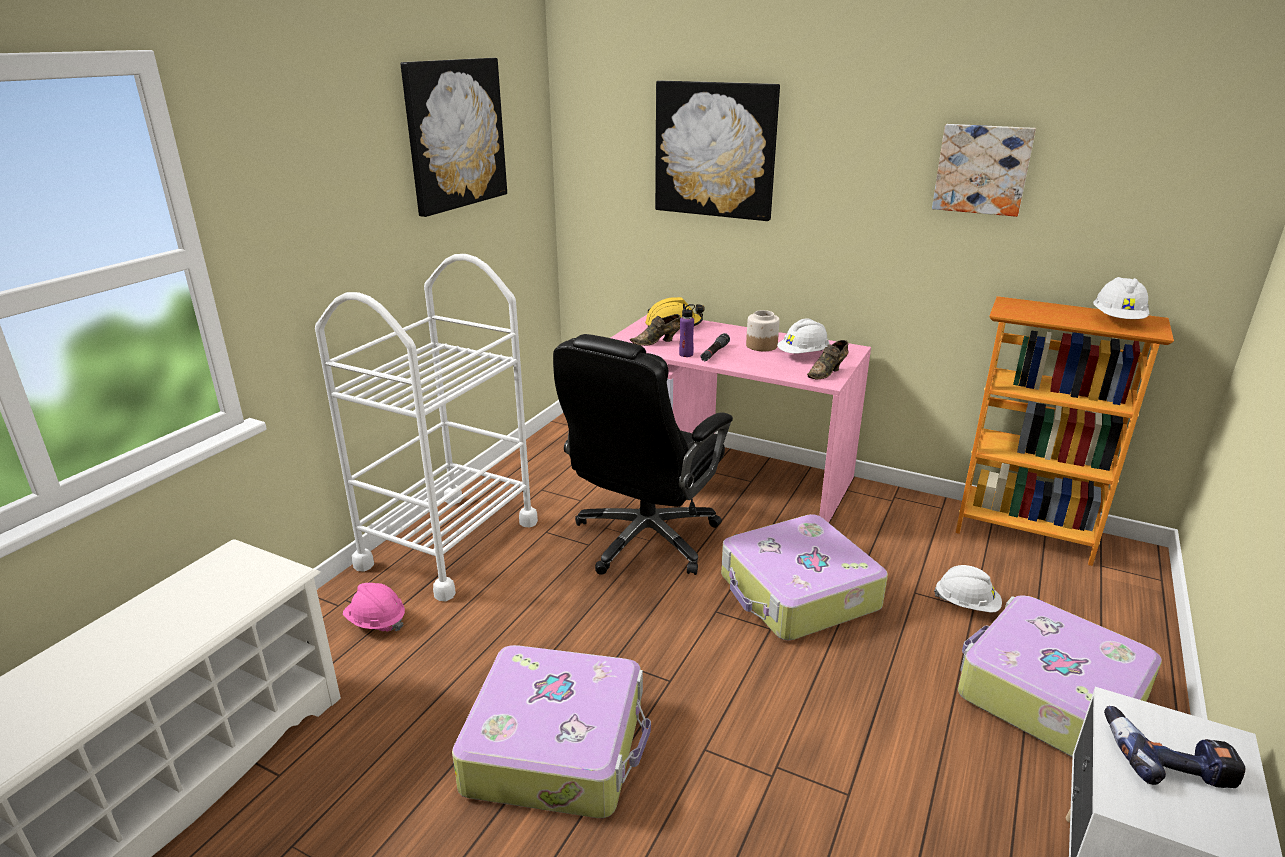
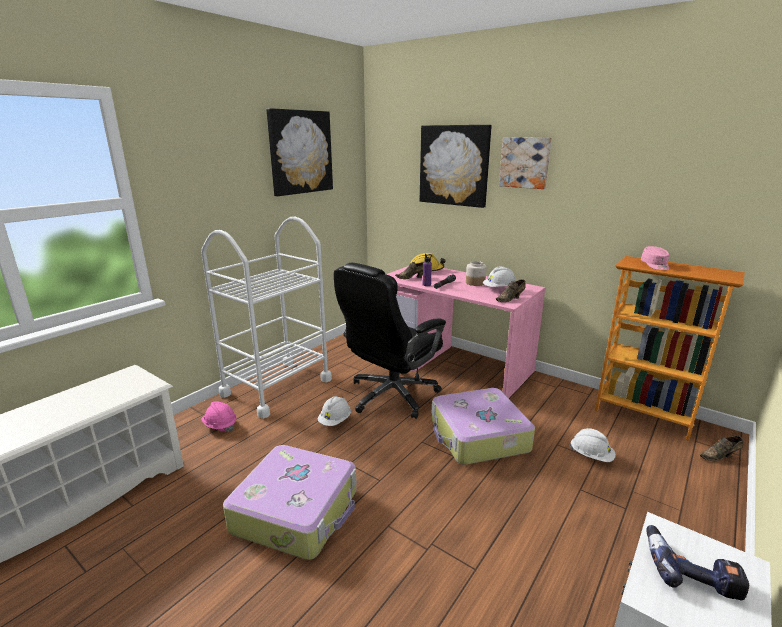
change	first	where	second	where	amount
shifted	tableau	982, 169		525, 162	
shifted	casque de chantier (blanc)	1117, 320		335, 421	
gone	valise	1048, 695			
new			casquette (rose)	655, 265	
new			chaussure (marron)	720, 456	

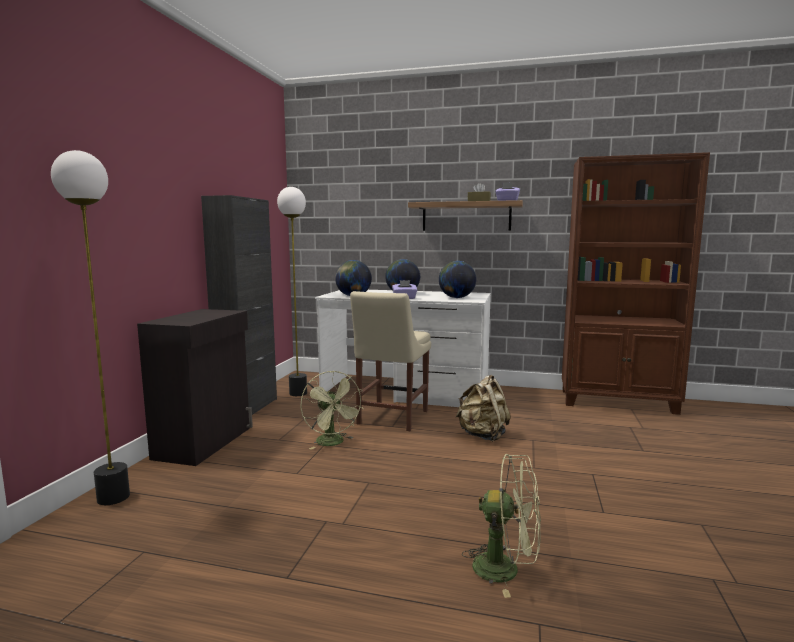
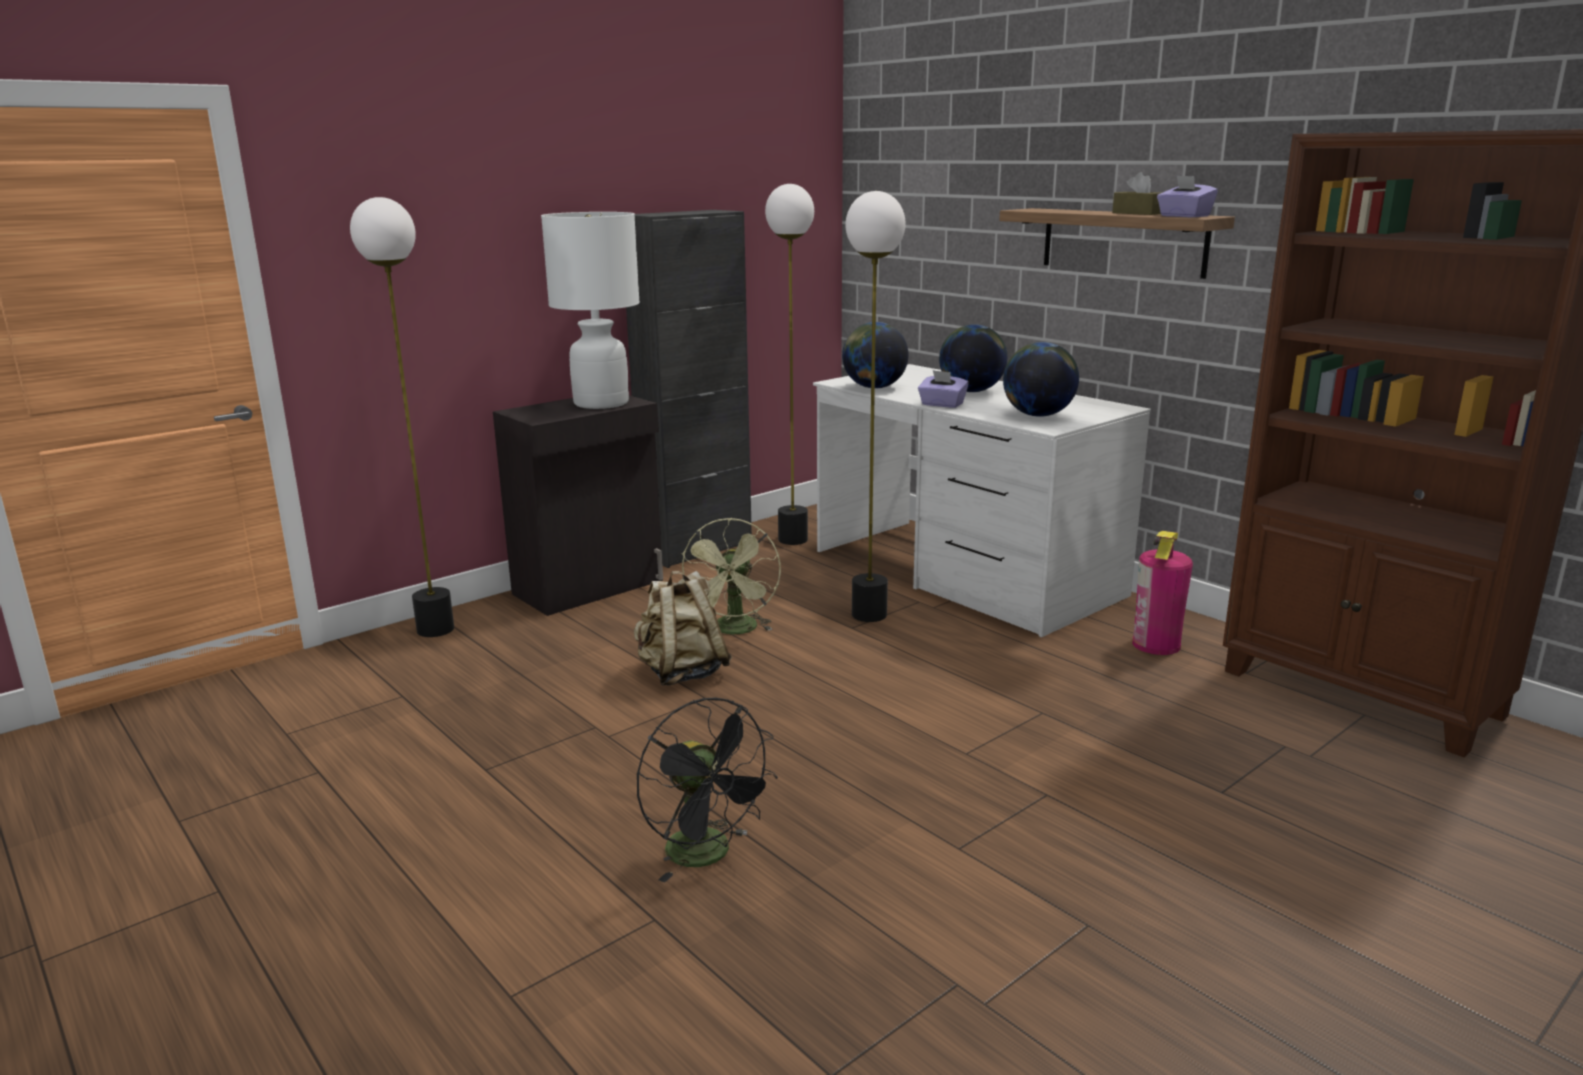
change	first	where	second	where	amount
swapped	chaise (beige)	391, 418	lampadaire	868, 614	
shifted	sac à dos (beige)	483, 435		682, 673	
repainted	ventilateur (vert)	506, 569	ventilateur (noir)	708, 855	
new			lampe de table (blanc)	600, 403	
new			extincteur	1156, 644	

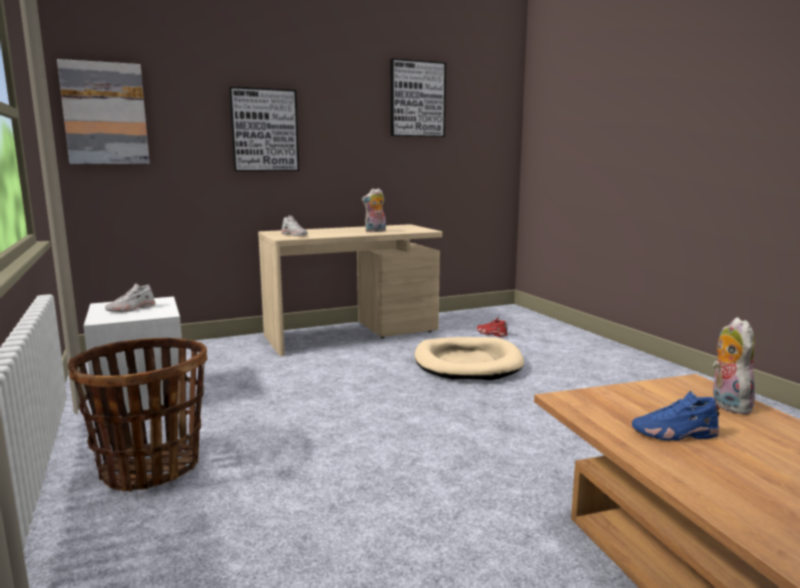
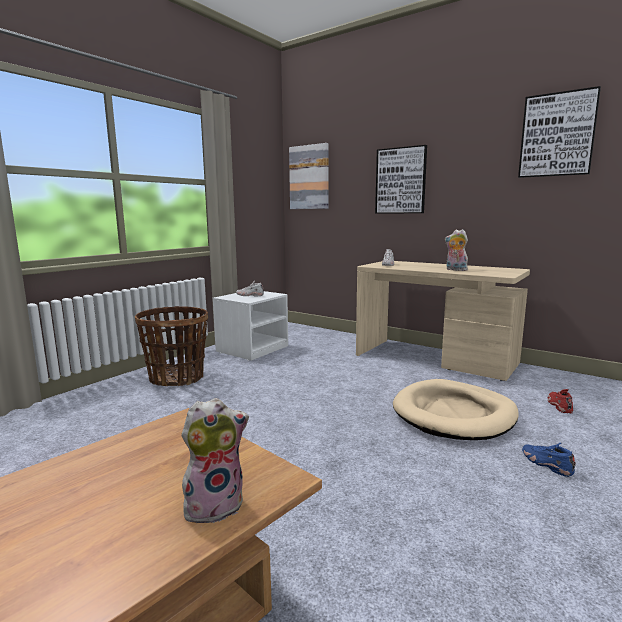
change	first	where	second	where	amount
shifted	chaussure (bleu)	674, 434		546, 464	

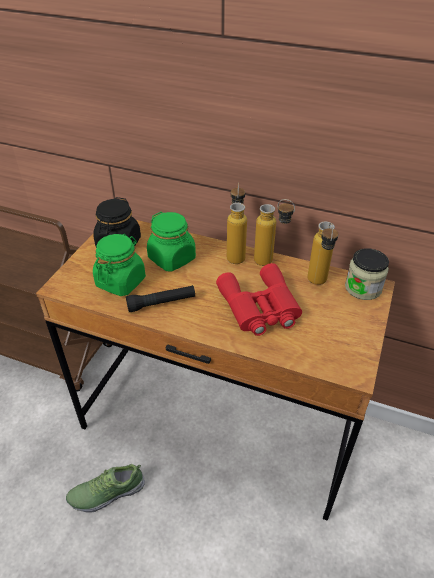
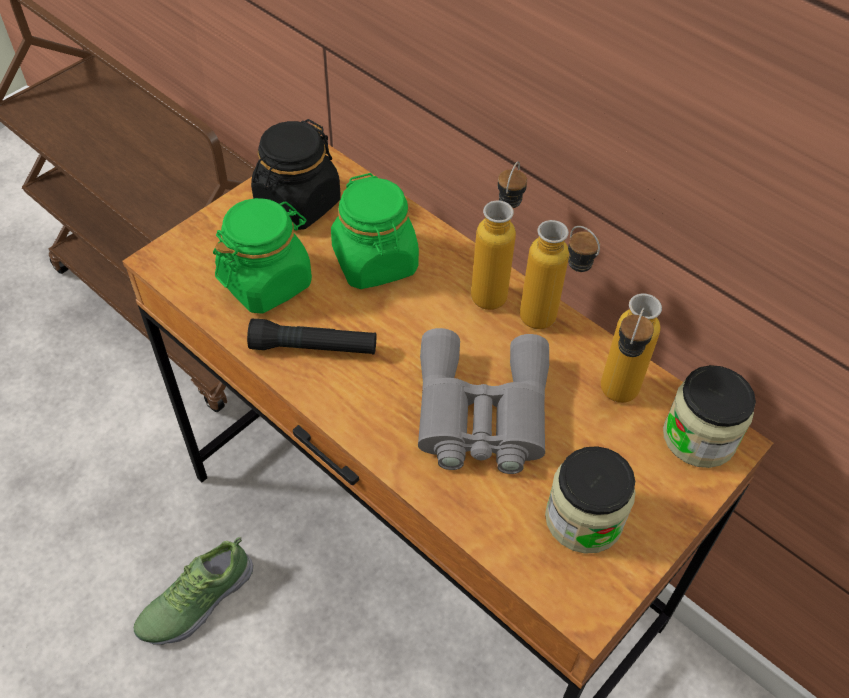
change	first	where	second	where	amount
repainted	jumelles (rouge)	260, 308	jumelles (gris)	480, 414	
rotated	chaussure	107, 492		196, 600	45 degrees counterclockwise
new			bocal	583, 519	

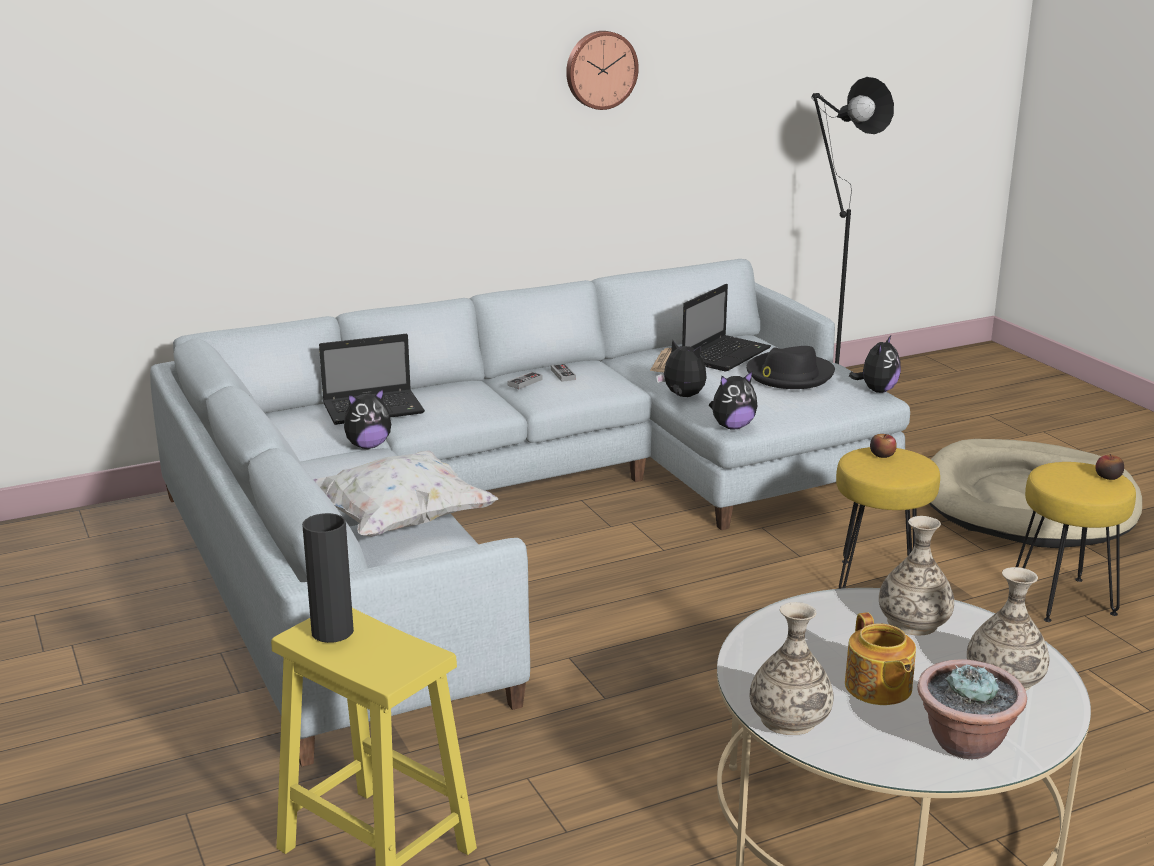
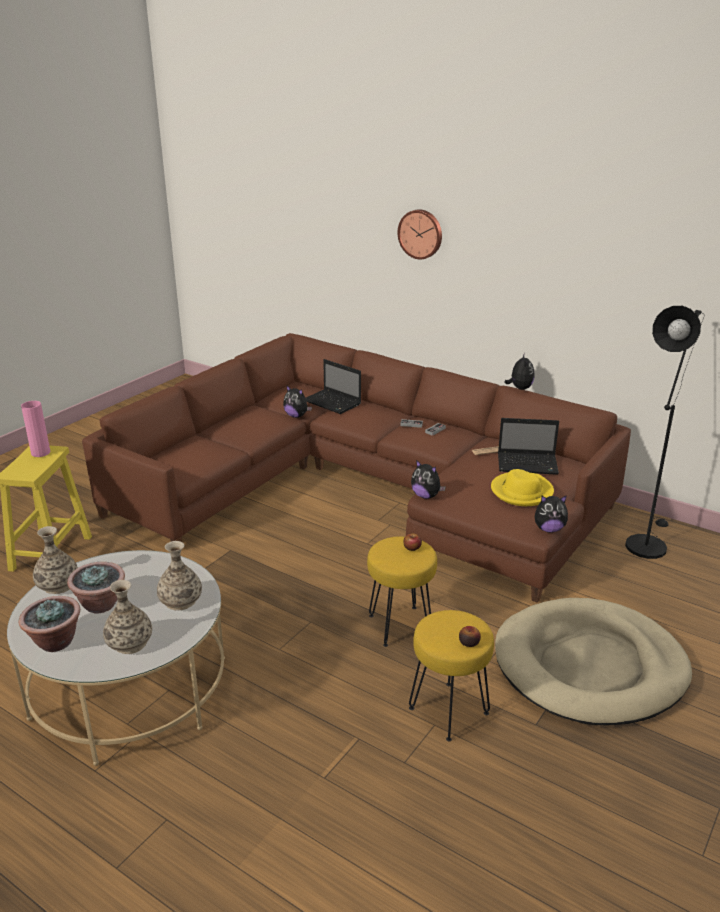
change	first	where	second	where	amount
shifted	horloge murale	600, 69		421, 234	
repainted	canapé (gris)	511, 512	canapé (marron)	364, 488	
shifted	peluche	682, 396		519, 388	
repainted	chapeau (noir)	789, 375	chapeau (jaune)	521, 492	
gone	coussin (blanc)	401, 522			
repainted	vase (noir)	332, 632	vase (rose)	40, 453	
swapped	théière	878, 688	plante en pot	101, 604	

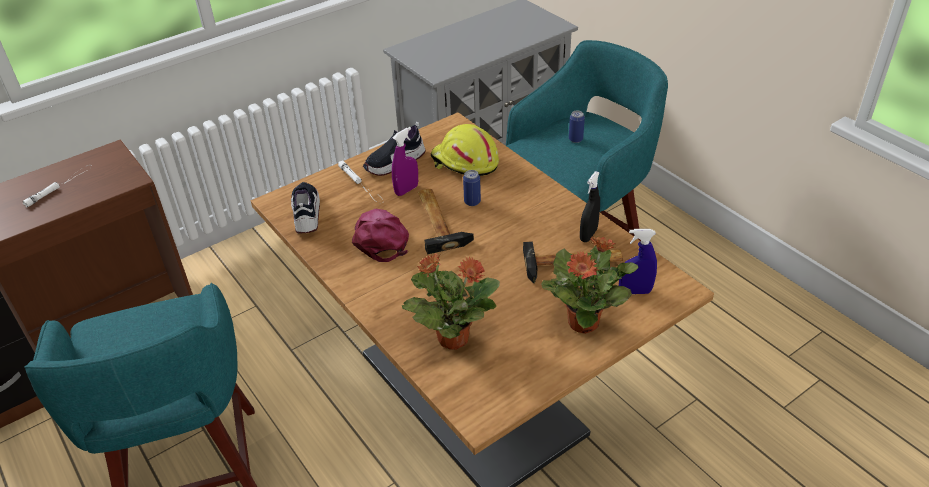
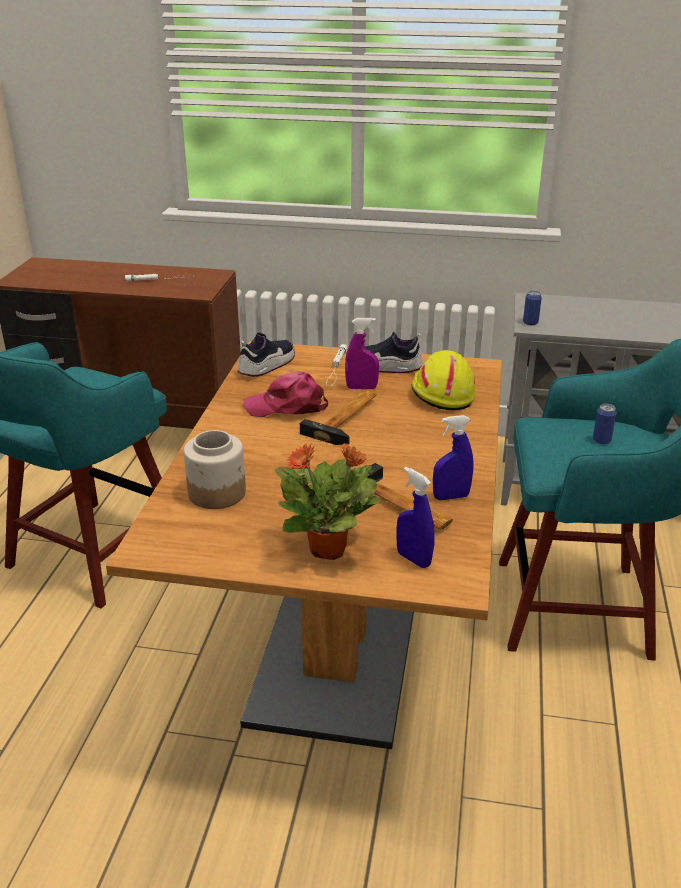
change	first	where	second	where	amount
shifted	boîte métallique	472, 202		530, 323	
repainted	vaporisateur (noir)	588, 235	vaporisateur (bleu)	451, 497	
rotated	casquette (rose)	380, 238		287, 406	120 degrees counterclockwise
swapped	plante en pot	452, 338	bocal	218, 493	

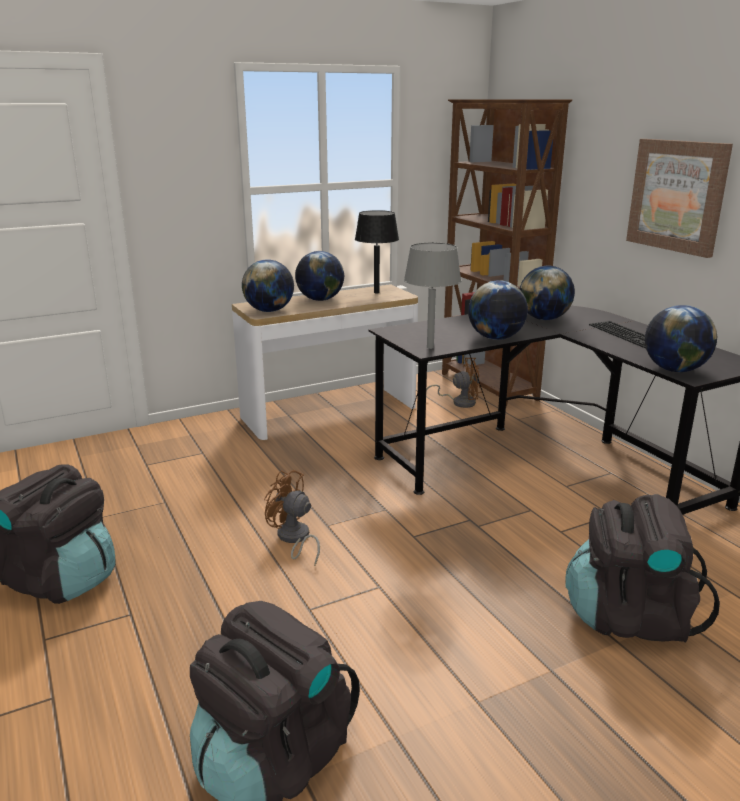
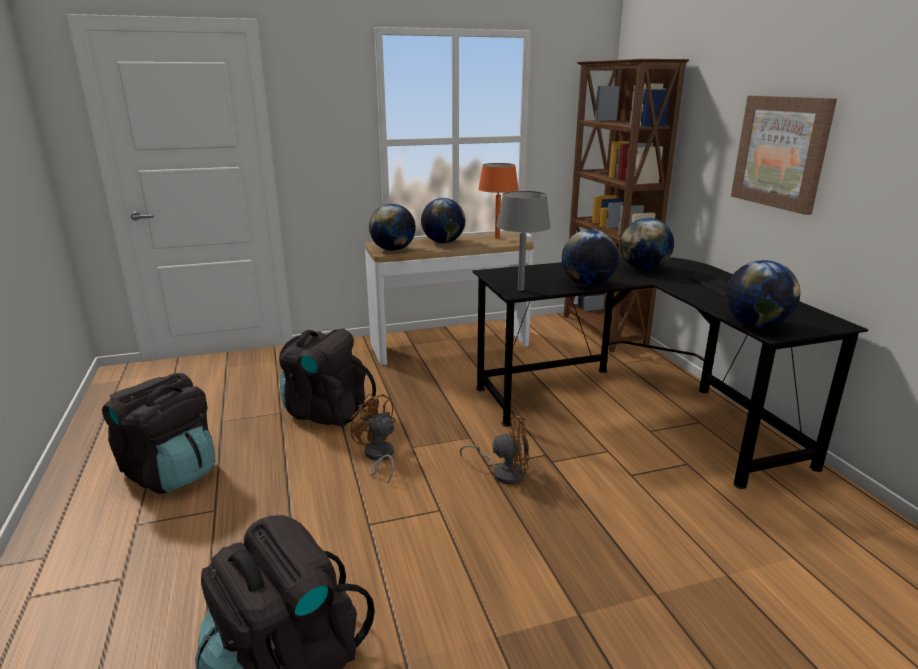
change	first	where	second	where	amount
repainted	lampe de table (noir)	376, 292	lampe de table (orange)	497, 238	
shifted	ventilateur (marron)	459, 402		503, 472	
shifted	sac à dos (noir)	629, 617		325, 412	

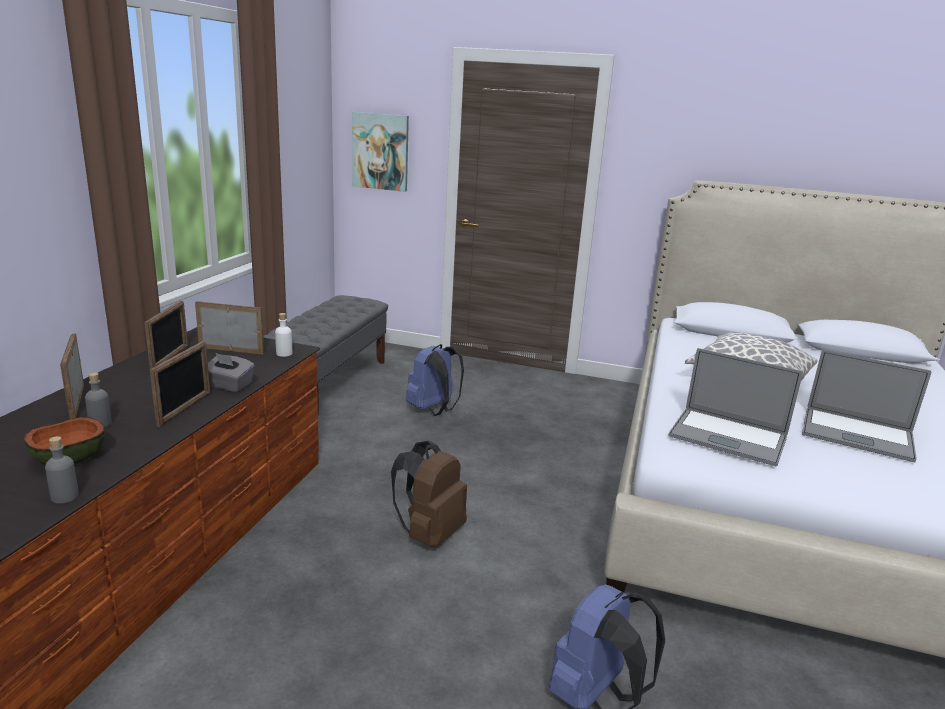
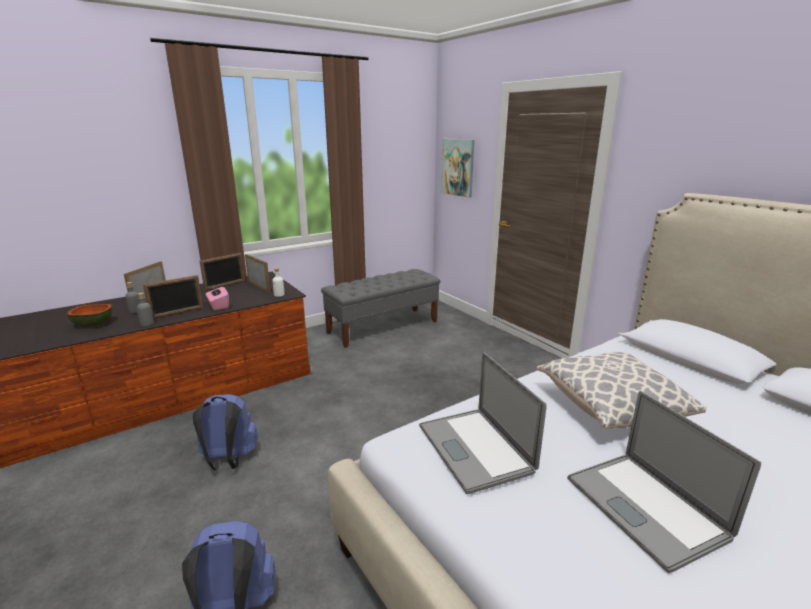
change	first	where	second	where	amount
shifted	sac à dos (bleu)	433, 410		228, 460	
repainted	boîte à mouchoirs (gris)	228, 386	boîte à mouchoirs (rose)	218, 306	
shifted	bouteille (gris)	65, 496		147, 323	
gone	sac à dos (marron)	429, 534			

